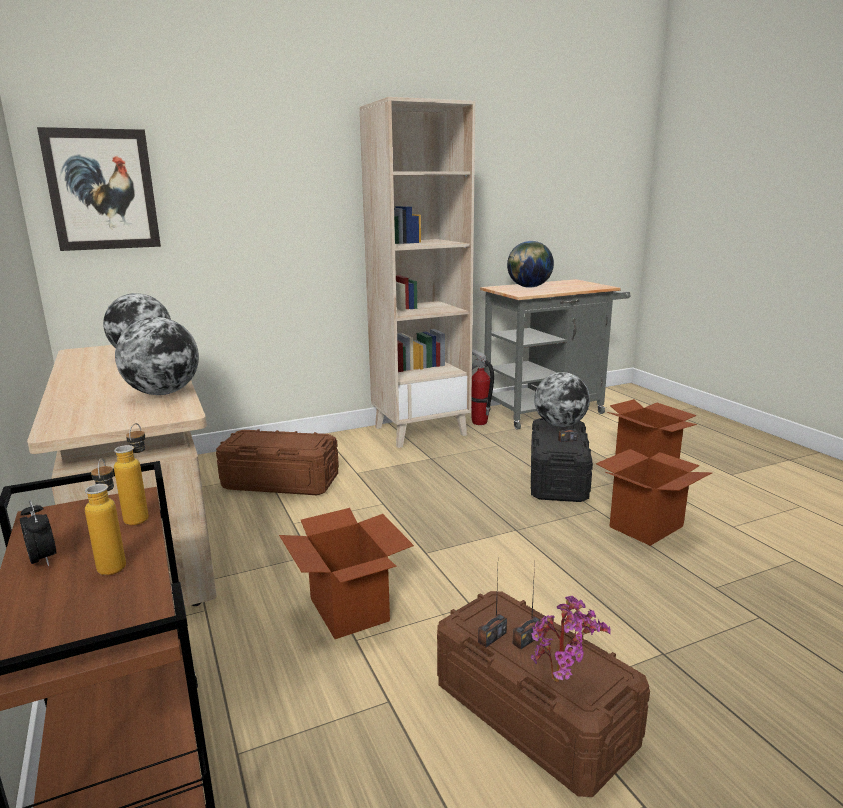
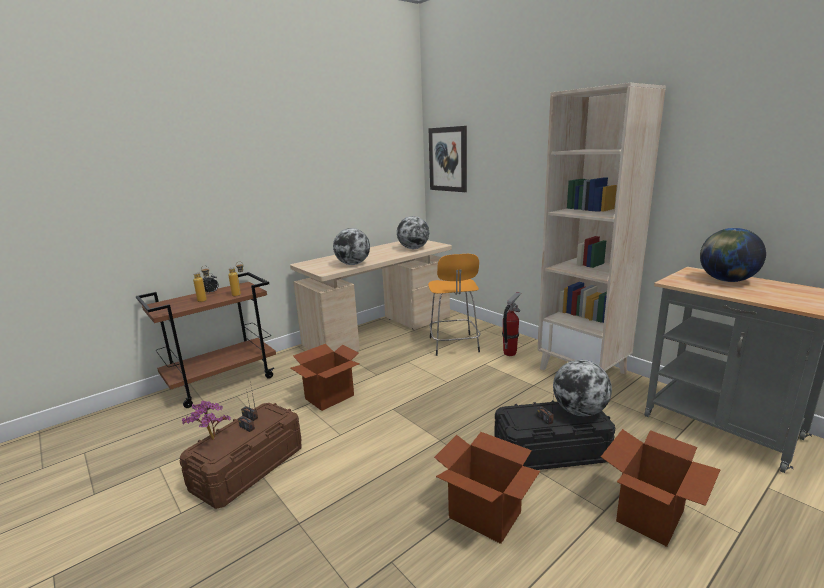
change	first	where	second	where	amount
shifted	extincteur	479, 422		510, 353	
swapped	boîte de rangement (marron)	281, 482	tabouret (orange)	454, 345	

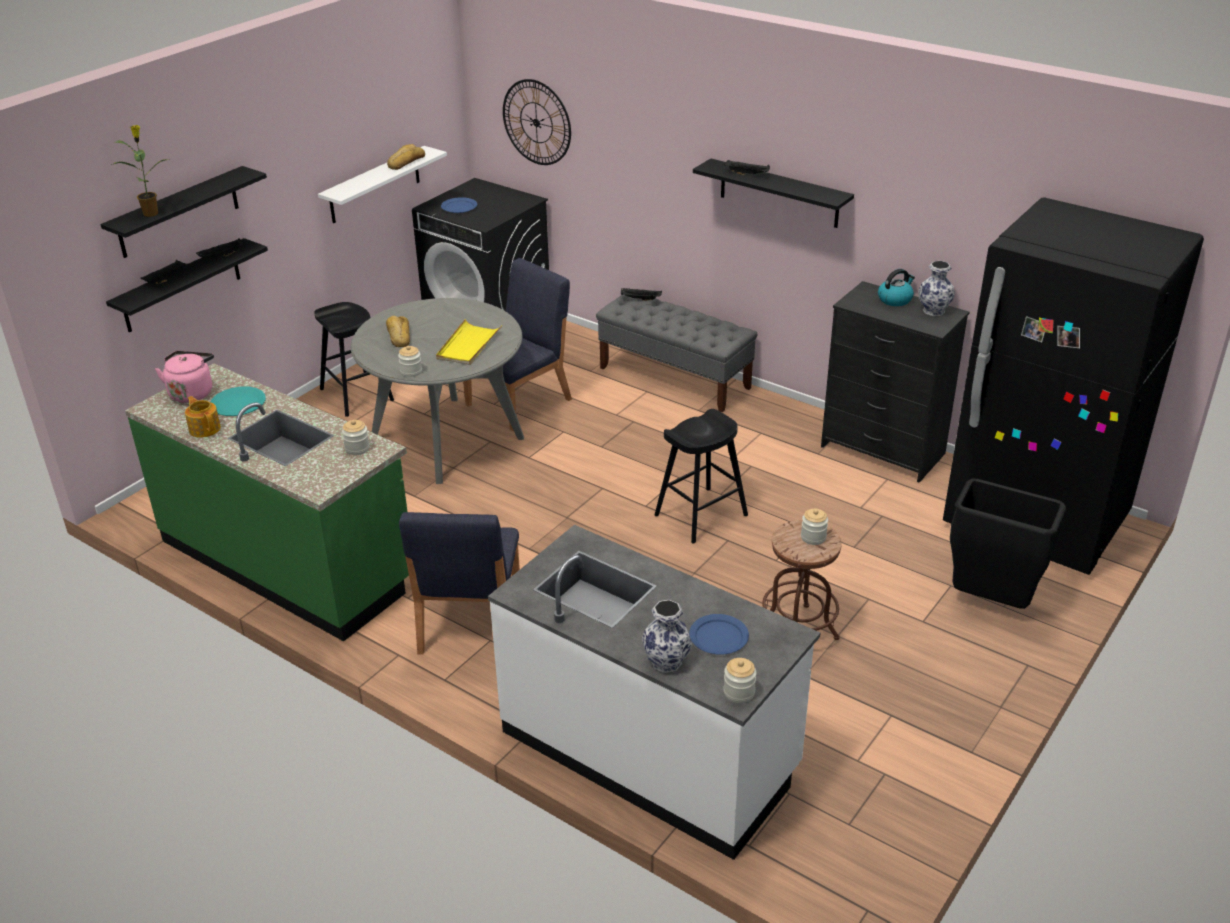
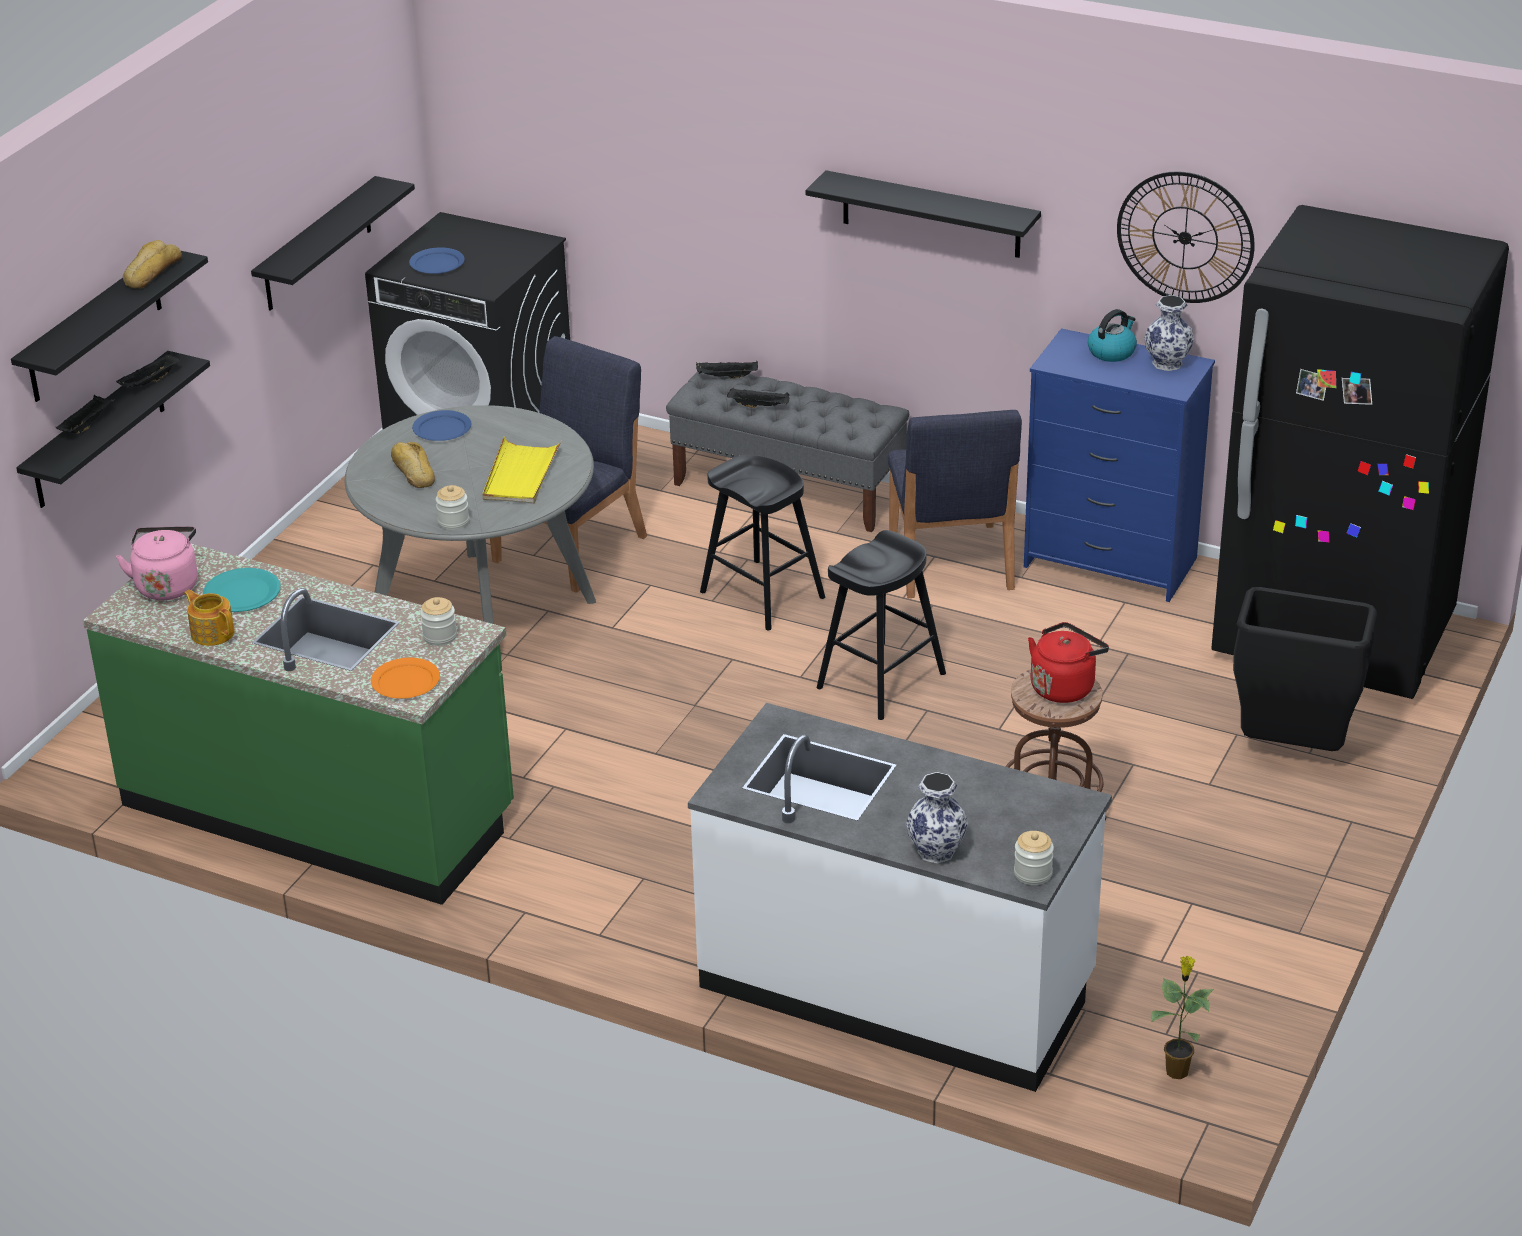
change	first	where	second	where	amount
shifted	horloge murale	536, 122		1185, 237	
shifted	plante en pot	151, 213		1177, 1070	
shifted	pain	405, 162		151, 272	
repainted	étagère (blanc)	375, 185	étagère (noir)	317, 245	
shifted	plateau (noir)	747, 174		760, 406	
repainted	commode (noir)	882, 450	commode (bleu)	1109, 563	
shifted	tabouret (noir)	356, 394		762, 595	
swapped	bocal	813, 537	bouilloire (rouge)	1064, 686	
shifted	chaise (bleu)	469, 622		950, 562	
shifted	assiette (bleu)	719, 637		442, 429	
new			assiette (orange)	405, 682	

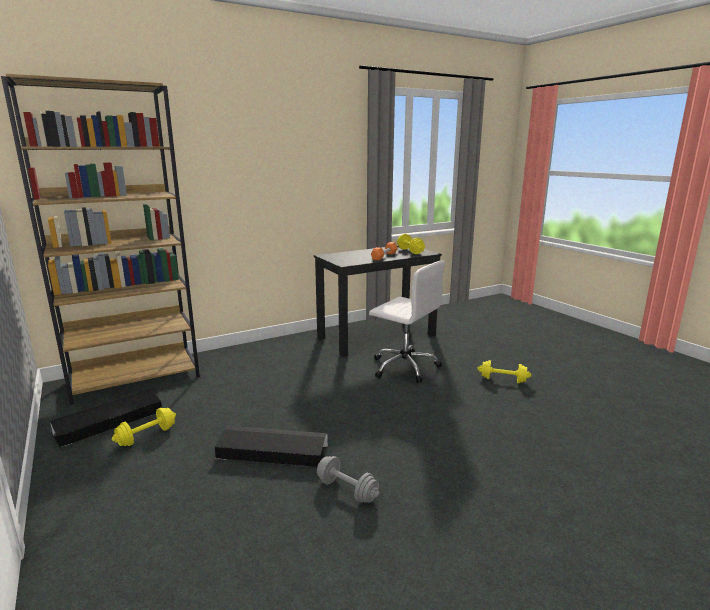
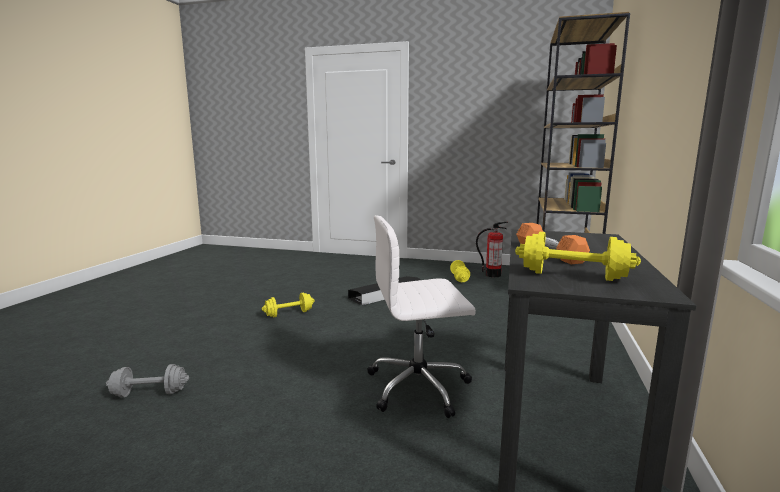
change	first	where	second	where	amount
shifted	haltère (jaune)	503, 380		289, 314	
swapped	boîte de rangement (noir)	109, 422	extincteur	492, 275	
shifted	haltère (gris)	347, 490		149, 393	

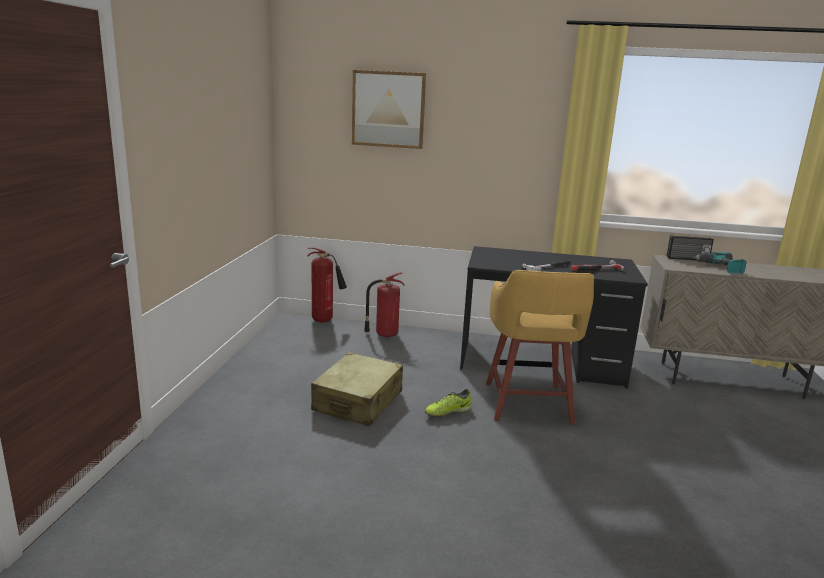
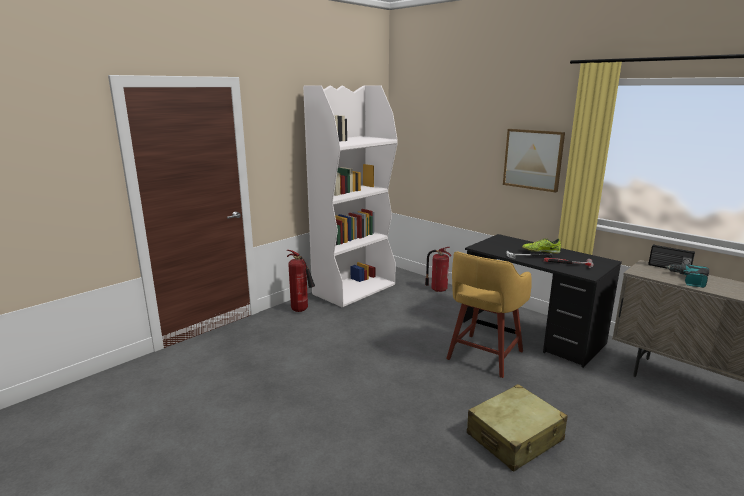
change	first	where	second	where	amount
shifted	tableau	388, 109		533, 159	
shifted	extincteur	325, 320		301, 310	
shifted	valise (beige)	358, 401		515, 437	
shifted	chaussure	447, 412		540, 251	
new			bibliothèque (blanc)	354, 289	

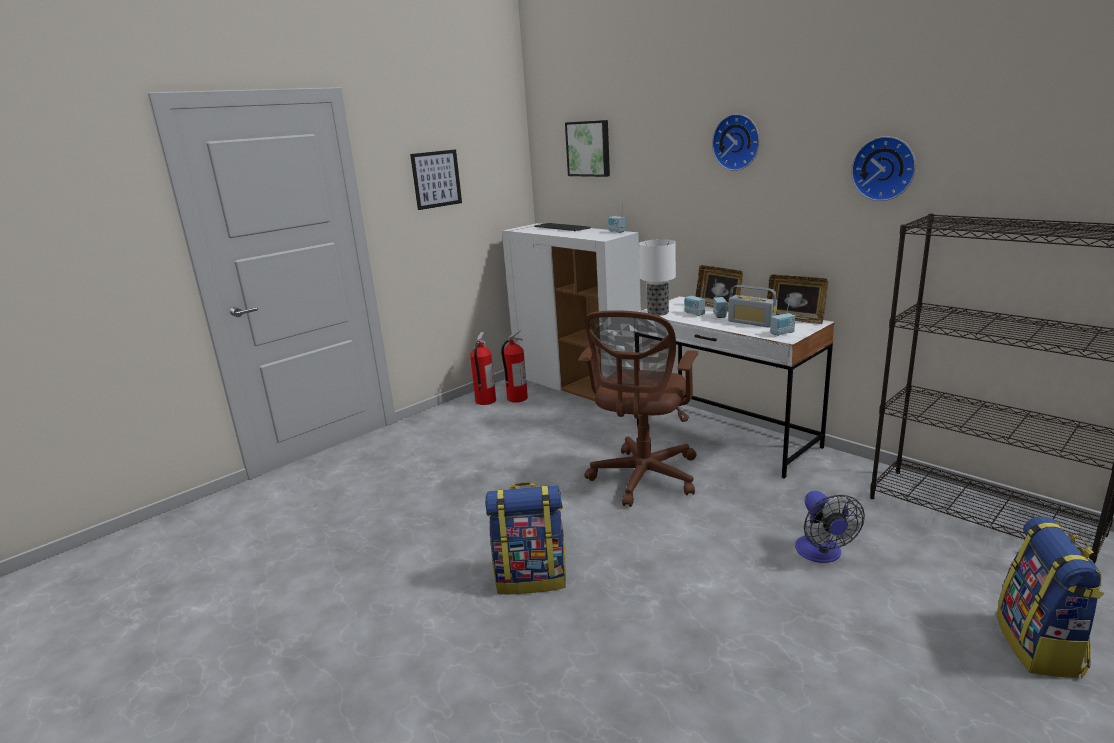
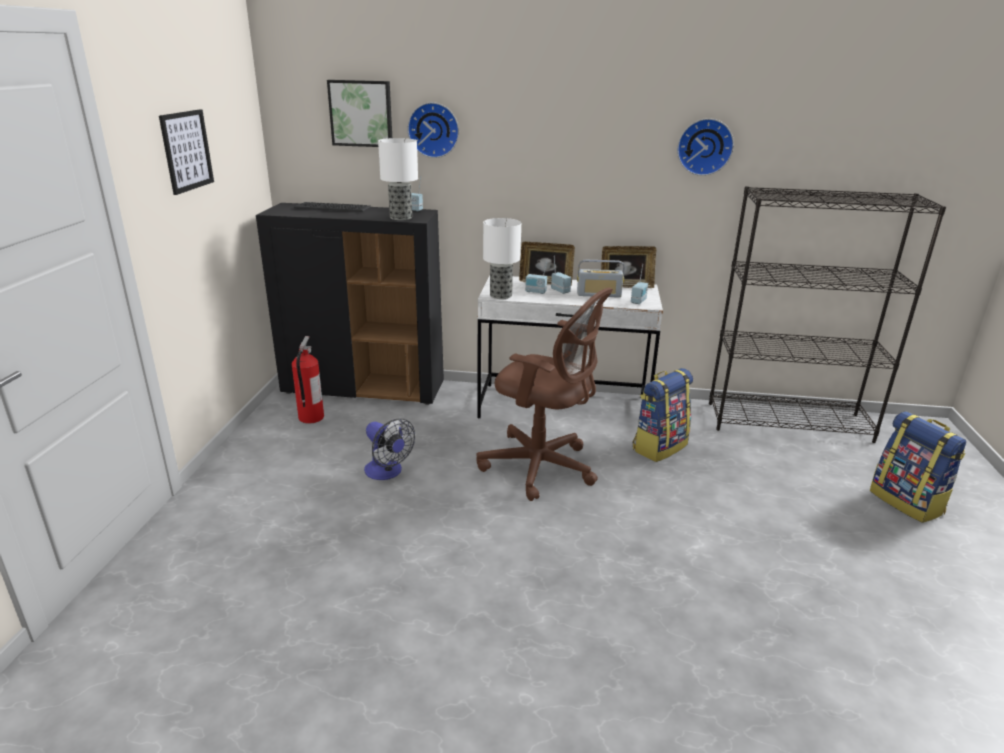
change	first	where	second	where	amount
shifted	horloge murale	737, 142		434, 130	
repainted	meuble de rangement (blanc)	577, 386	meuble de rangement (noir)	365, 388	
rotated	chaise de bureau (marron)	643, 479		542, 468	45 degrees counterclockwise
gone	extincteur	485, 401			
shifted	sac à dos	531, 578		659, 446	
shifted	ventilateur	822, 554		387, 472	
new			lampe de table	401, 218	

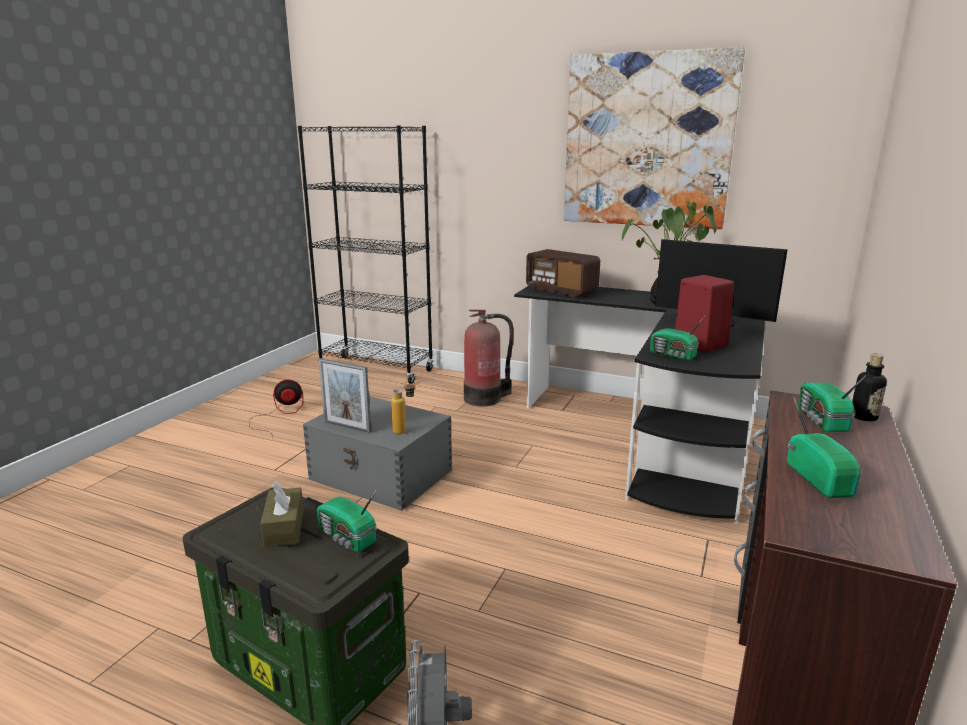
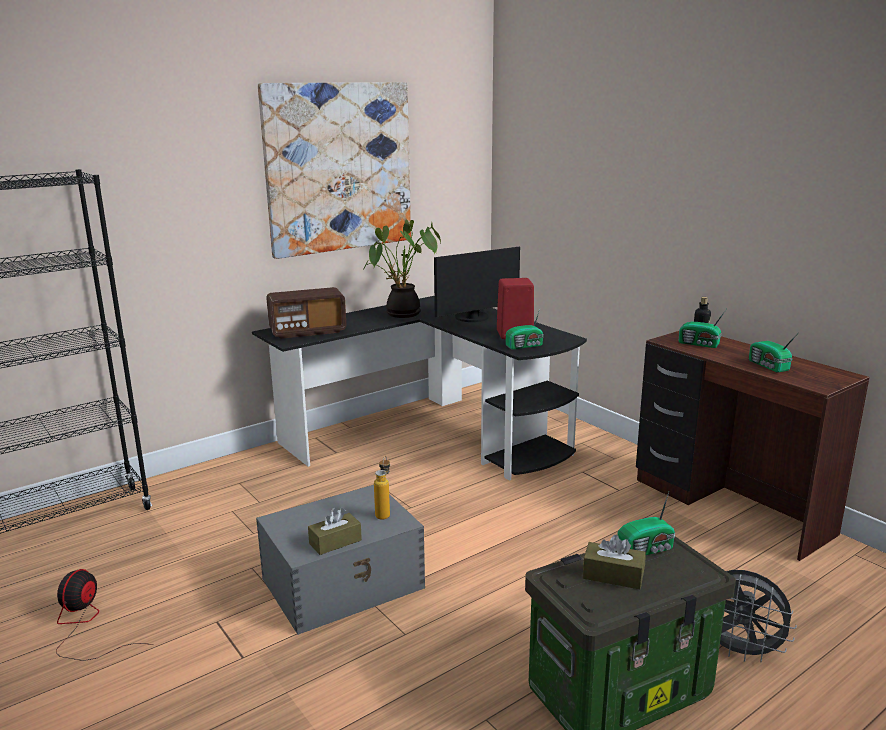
change	first	where	second	where	amount
gone	extincteur	485, 398			
swapped	cadre photo	347, 427	boîte à mouchoirs (marron)	335, 542	
rotated	radio	819, 478		768, 366	135 degrees counterclockwise

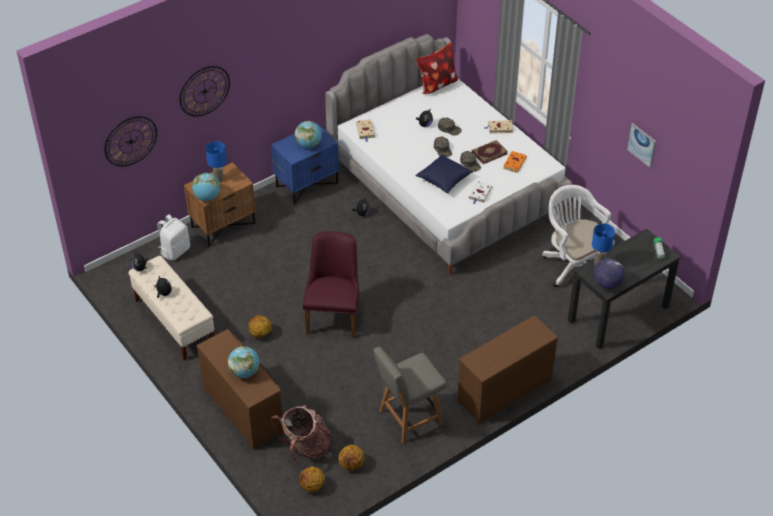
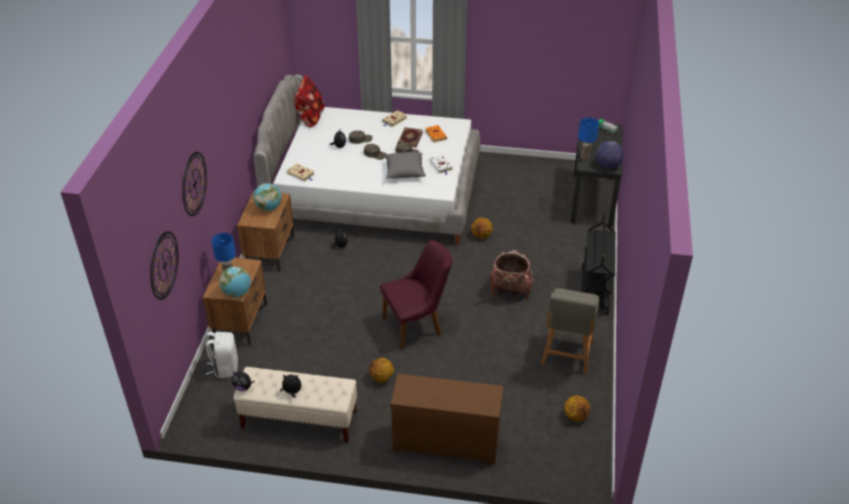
change	first	where	second	where	amount
repainted	table de chevet (bleu)	307, 184	table de chevet (marron)	270, 252	
gone	tableau	642, 145			
repainted	coussin (bleu)	444, 180	coussin (gris)	405, 172	
gone	chaise de bureau (blanc)	574, 265			
rotated	chaise (violet)	334, 315		417, 325	105 degrees clockwise
swapped	commode (marron)	503, 389	chariot (noir)	595, 291	
gone	globe	244, 372			
shifted	sac à dos	306, 448		511, 291	
shifted	ballon de basket	312, 486		481, 236	

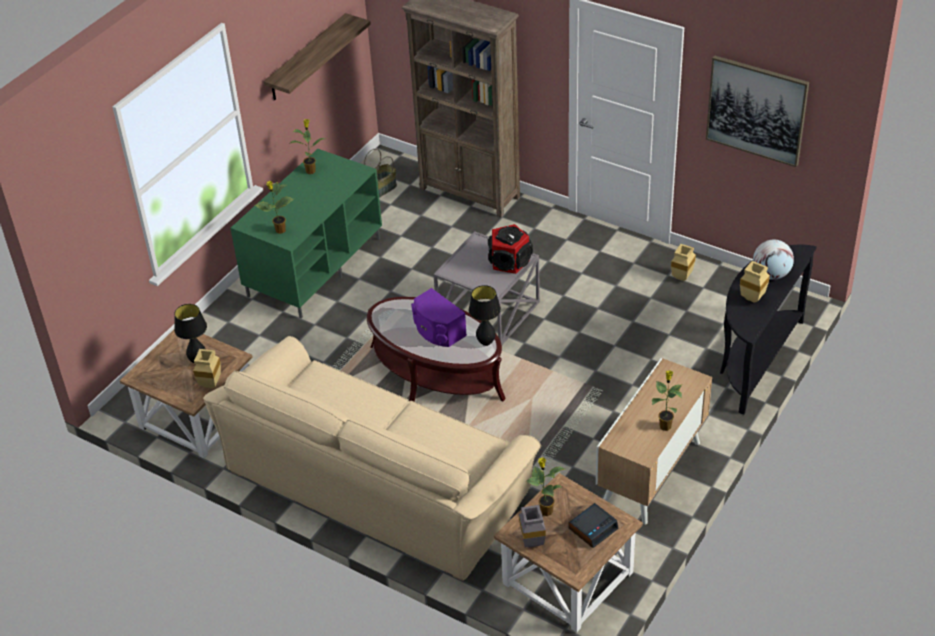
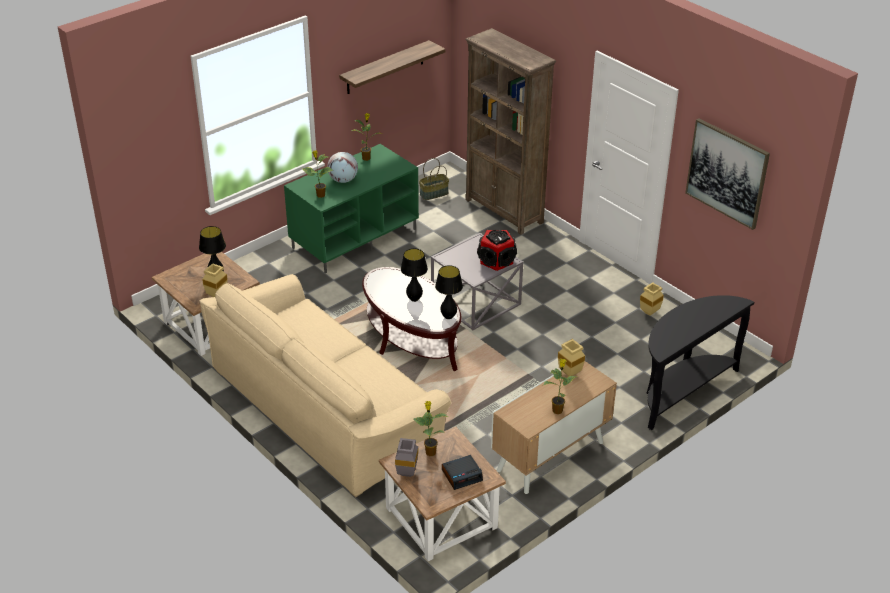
change	first	where	second	where	amount
shifted	globe	771, 274		343, 180	
shifted	vase (beige)	754, 298		571, 374	
swapped	enceinte (violet)	437, 330	lampe de table (noir)	414, 299	

